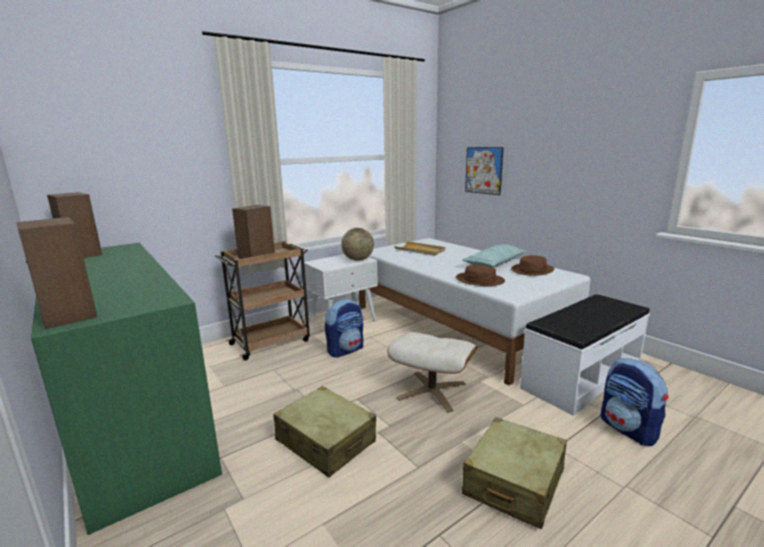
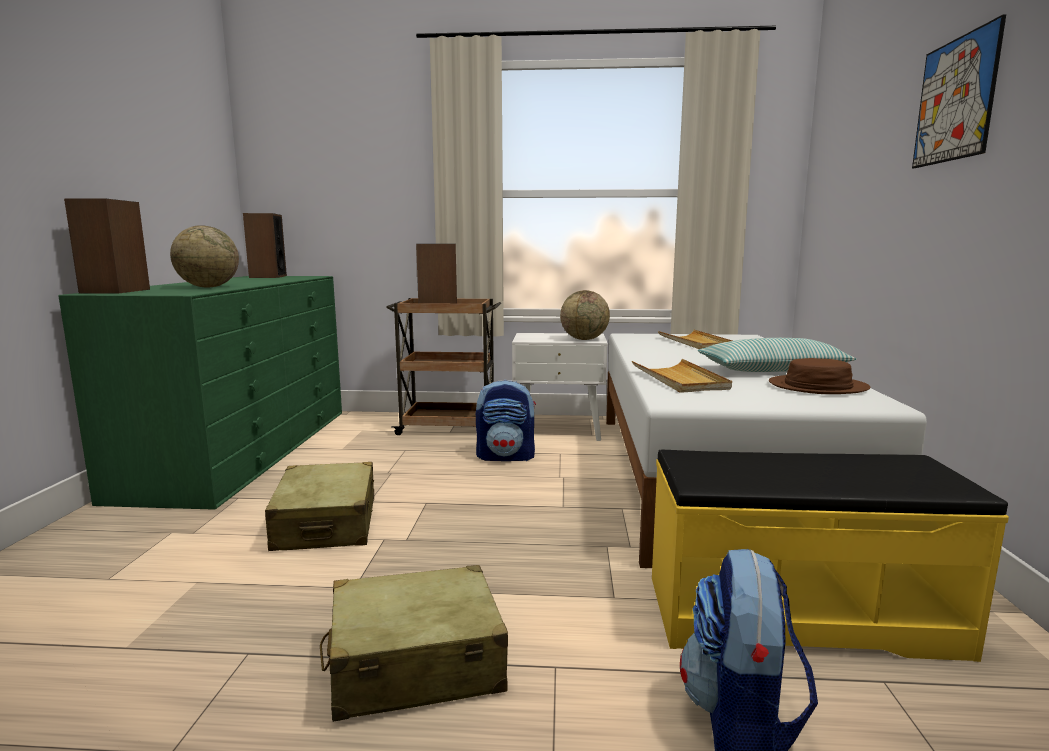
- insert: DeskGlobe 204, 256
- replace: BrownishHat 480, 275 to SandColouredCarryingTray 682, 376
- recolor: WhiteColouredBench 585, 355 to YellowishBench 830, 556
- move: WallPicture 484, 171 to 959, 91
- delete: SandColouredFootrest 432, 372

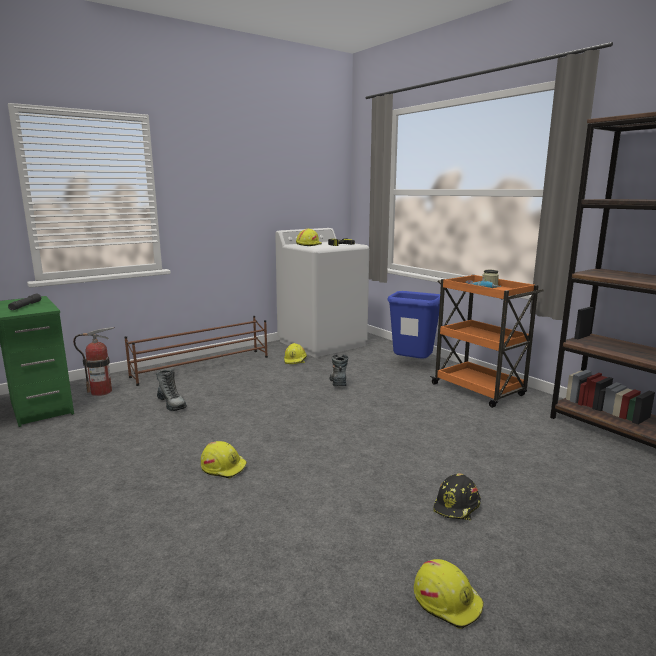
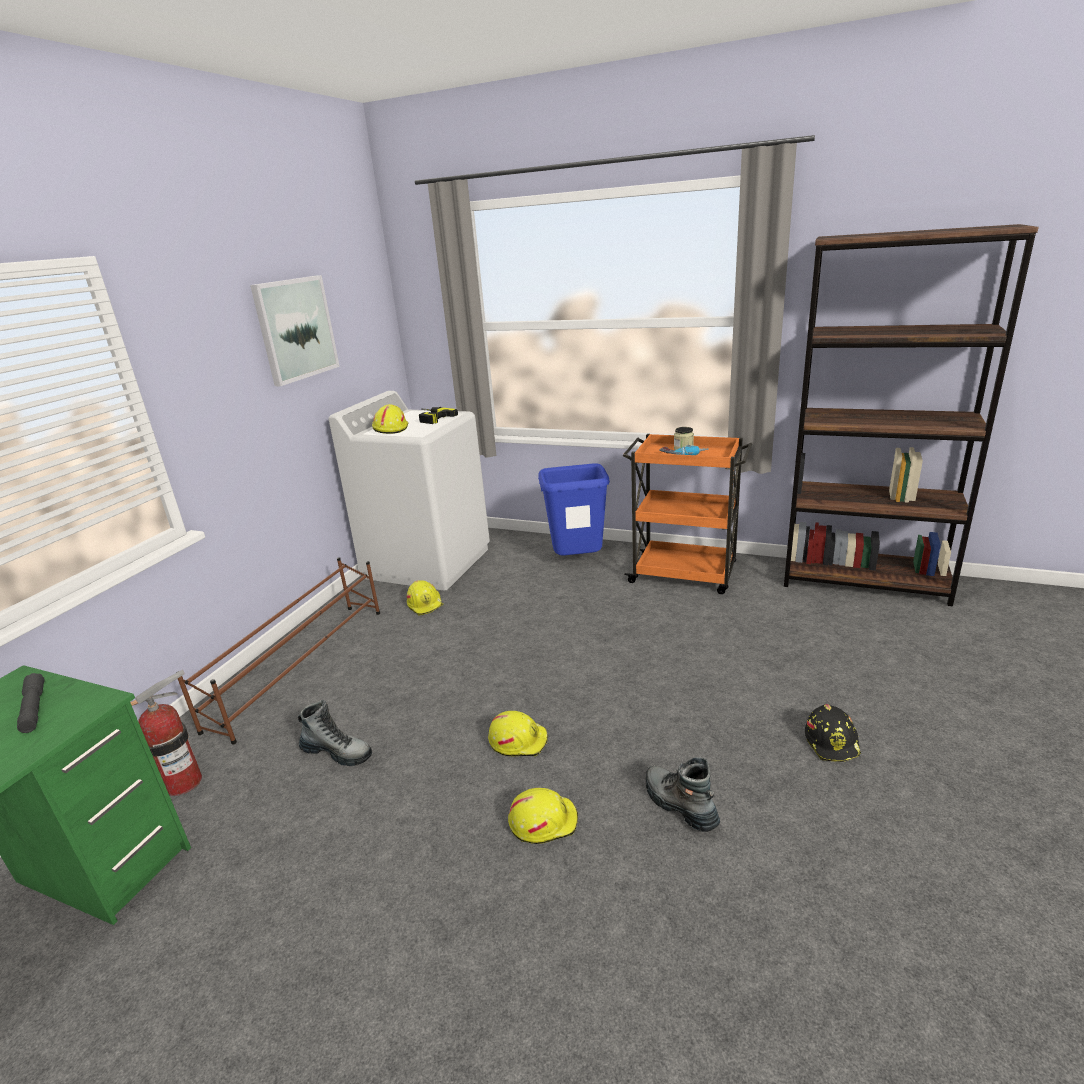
- insert: WallPicture 295, 330
- move: YellowishSafetyHelmet 449, 594 to 518, 733
- move: Boot 339, 370 to 683, 794

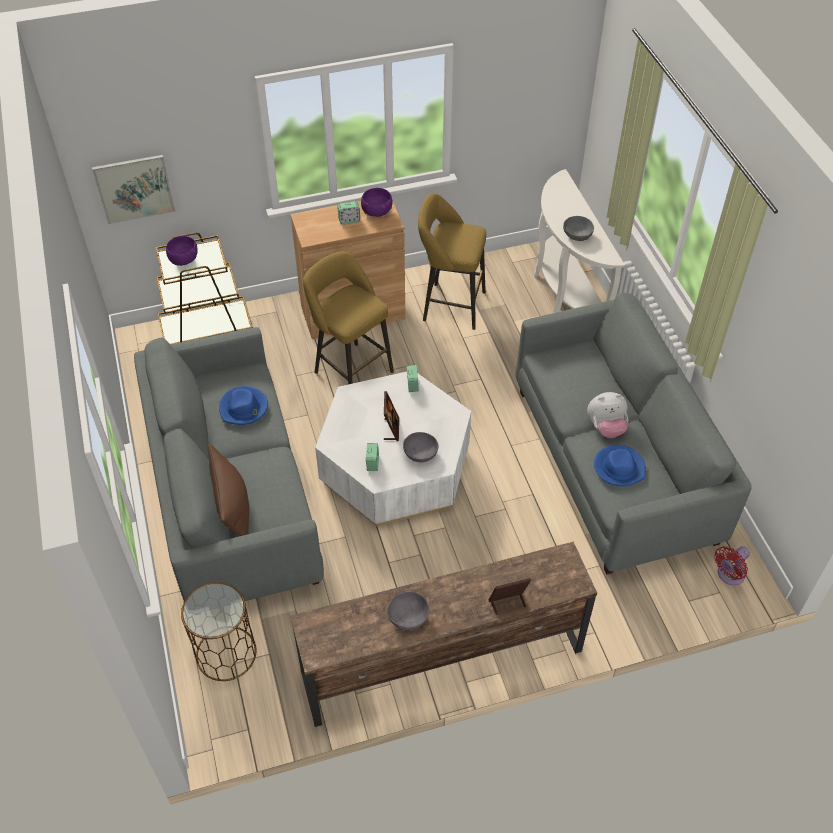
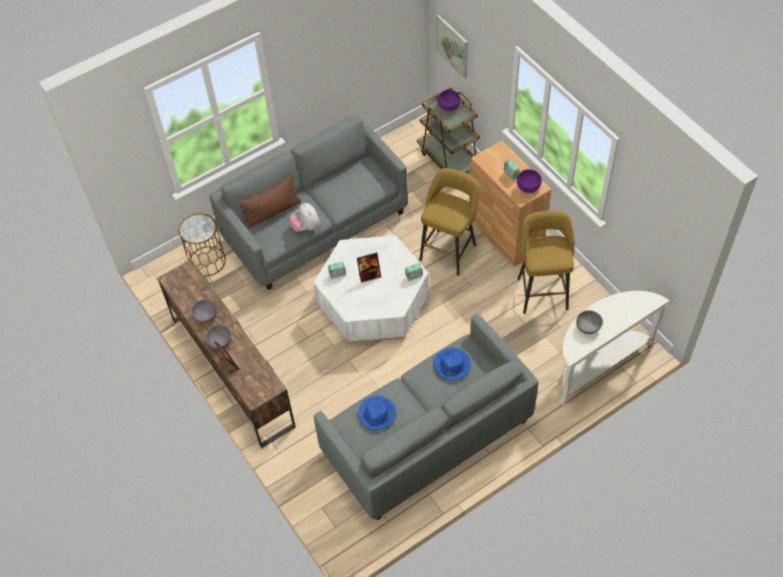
- move: GreyishDeepDish 421, 447 to 218, 337
- move: SoftToy 607, 415 to 304, 217
- move: BluishHat 243, 405 to 452, 364
- delete: ReddishElectricFan 732, 565

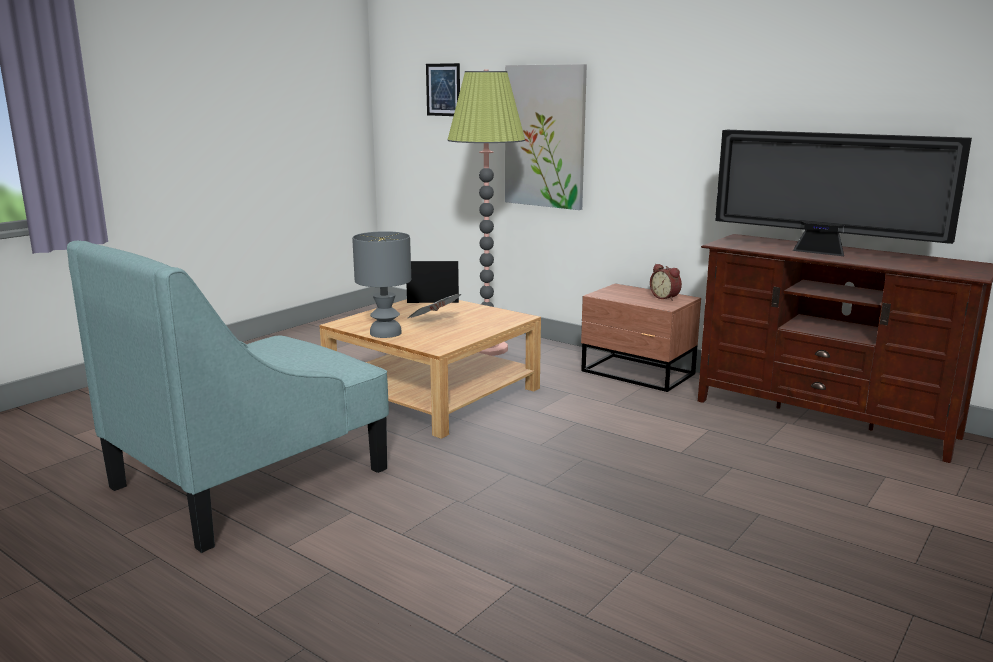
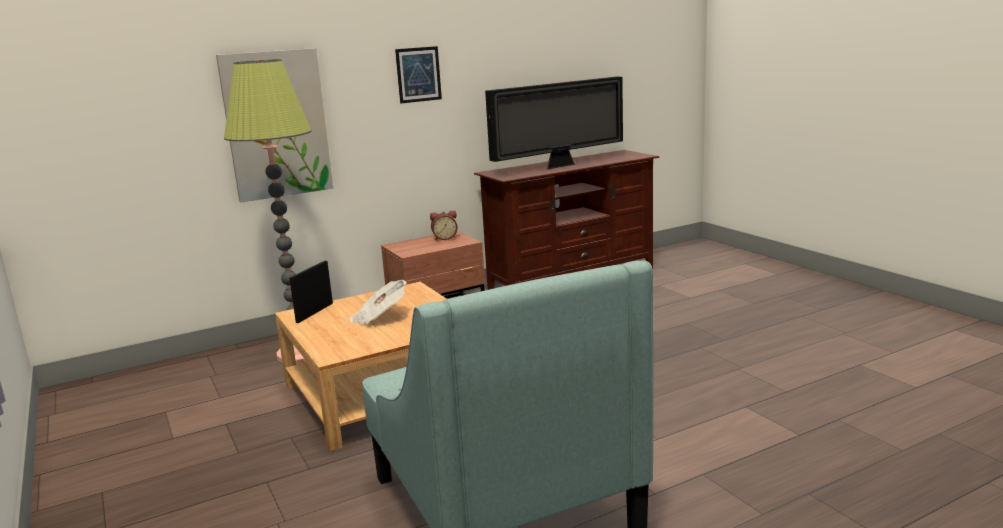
- move: WallPicture 443, 89 to 418, 74
- delete: GreyishTabletopLamp 381, 284

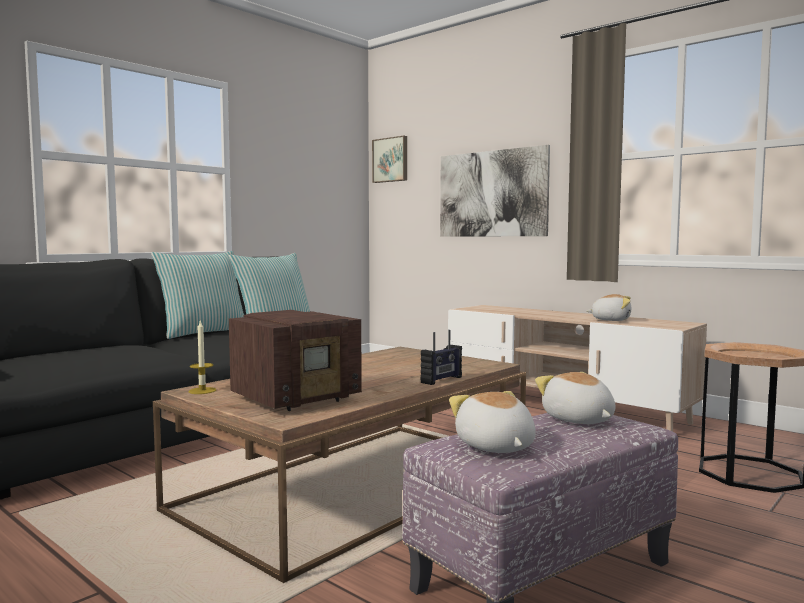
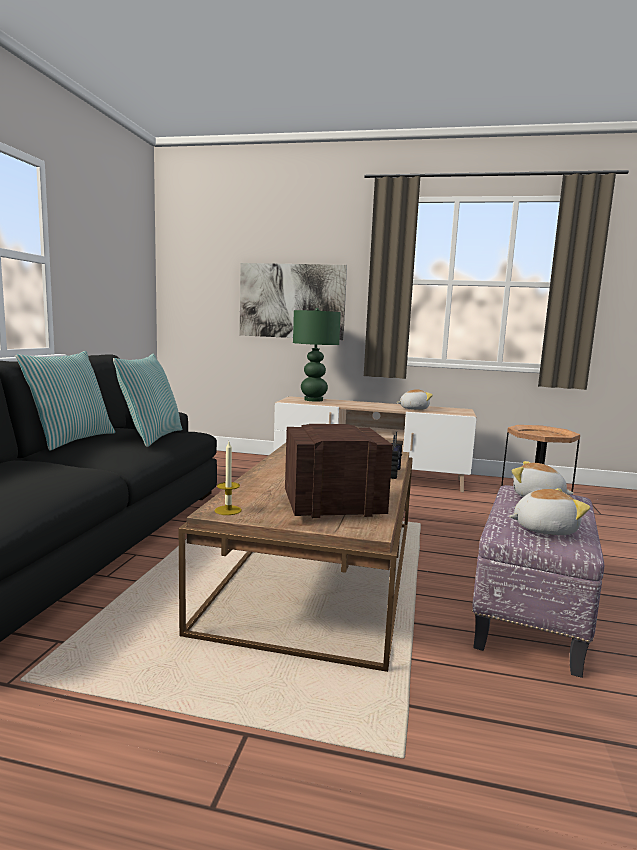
- rotate: RadioReceiver 295, 360 = 339, 471 120 degrees counterclockwise
- insert: GreenishTabletopLamp 317, 355
- rotate: SoftToy 492, 422 = 549, 511 135 degrees clockwise
- delete: WallPicture 389, 159

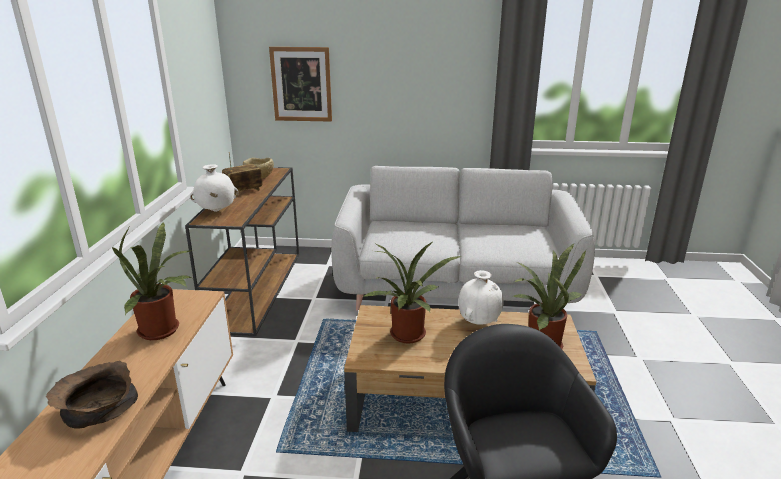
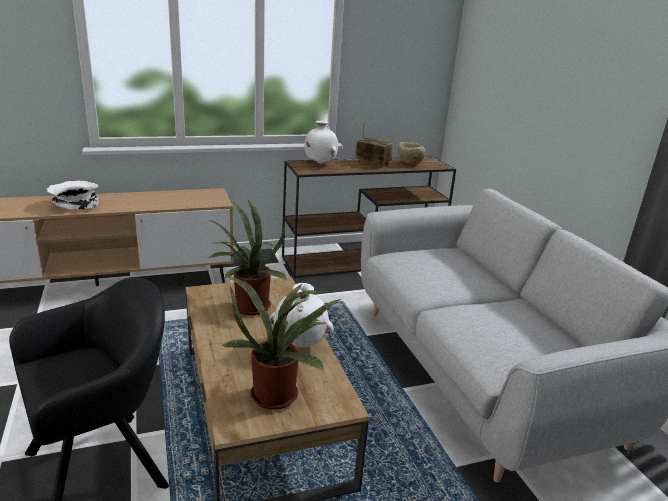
- recolor: BrownishDeepDish 92, 395 to WhiteColouredDeepDish 73, 195
- delete: PlantInAPot 151, 281
- delete: WallPicture 300, 84

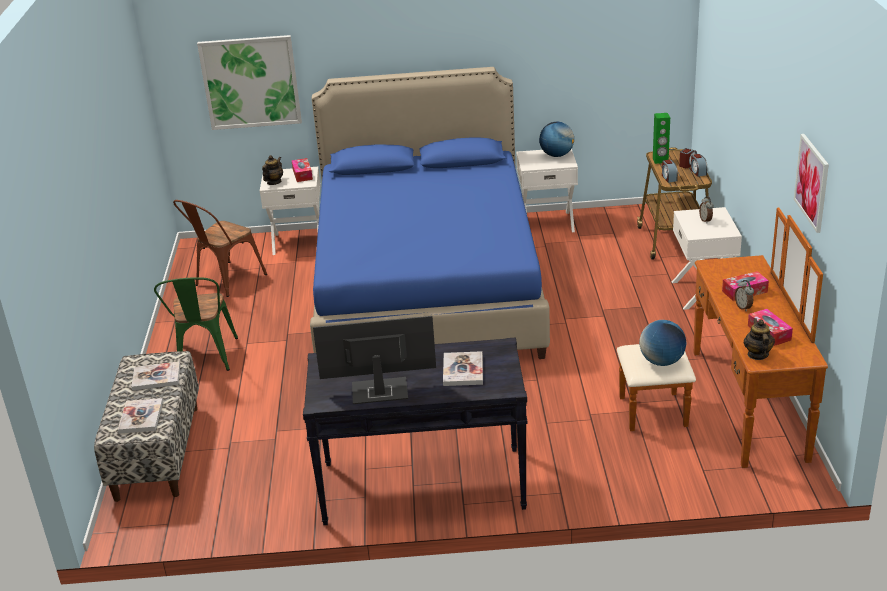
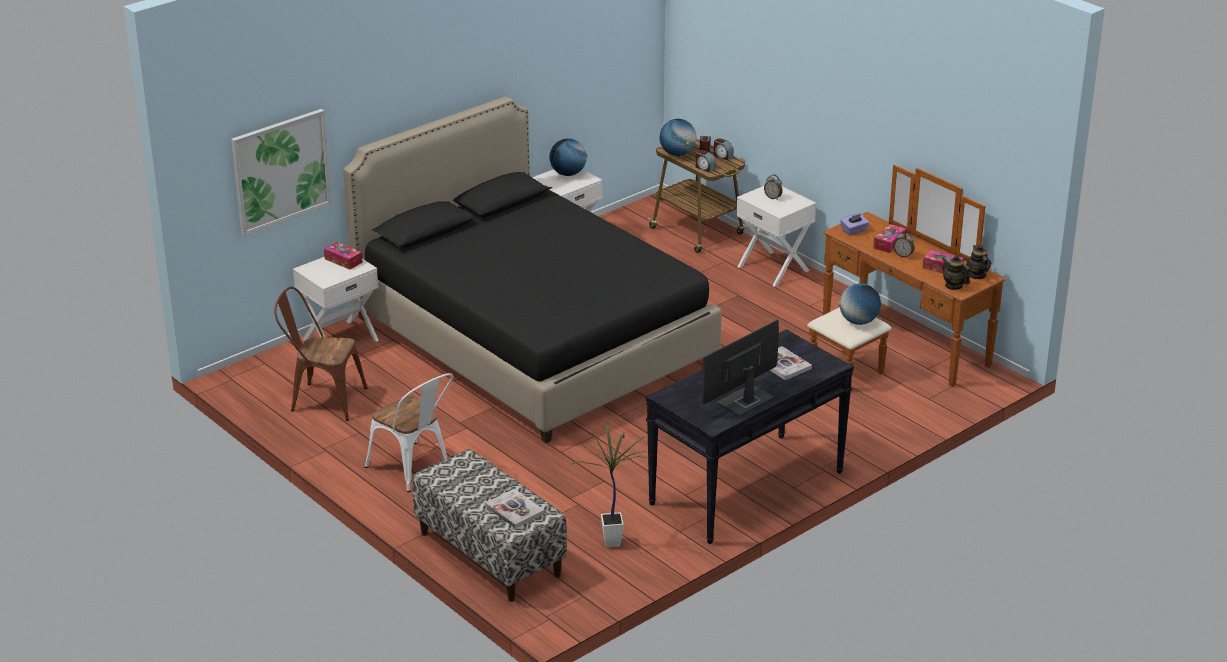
- rotate: BrownishPlainChair 220, 248 = 321, 354 105 degrees clockwise
- recolor: BluishSleepingBed 430, 213 to BlackishSleepingBed 532, 270
- recolor: GreenishPlainChair 196, 324 to WhiteColouredPlainChair 409, 432
- insert: PlantInAPot 609, 484
- replace: GreenishSpeaker 661, 138 to DeskGlobe 678, 137
- insert: PurpleColouredBoxOfTissues 854, 224
- move: PotForTea 272, 170 to 978, 262
- delete: Book 155, 376
- delete: WallPicture 811, 183

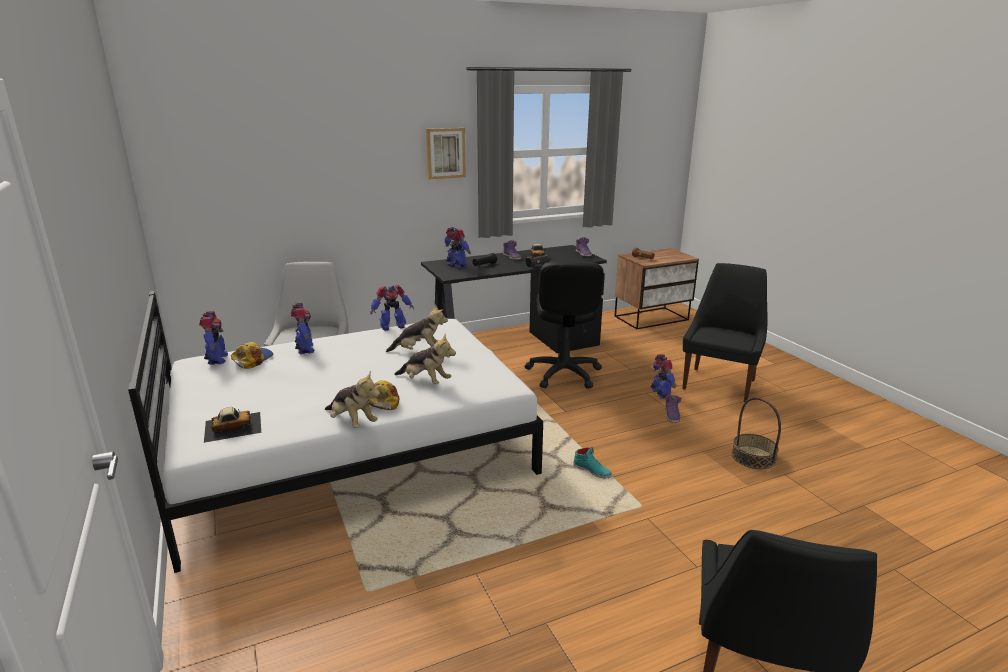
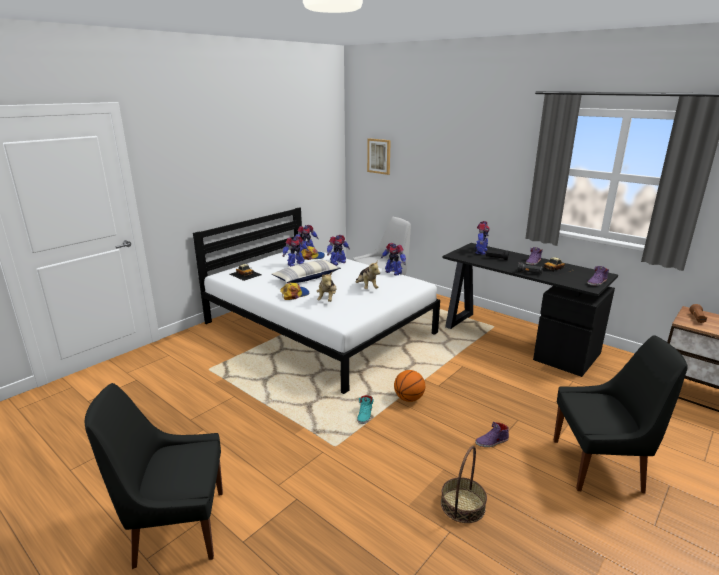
- insert: Cushion 306, 271
- move: ModelRobot 663, 376 to 296, 251
- move: WallPicture 446, 153 to 379, 156
- insert: BasketballBall 409, 386
- delete: SoftToy 352, 399
- delete: BlackishComputerChair 564, 325

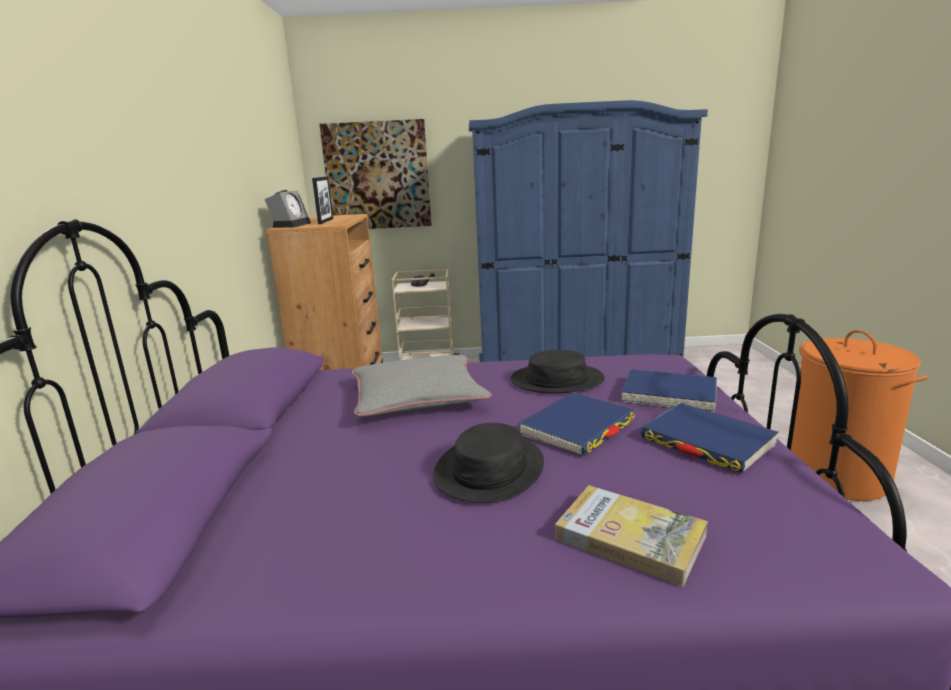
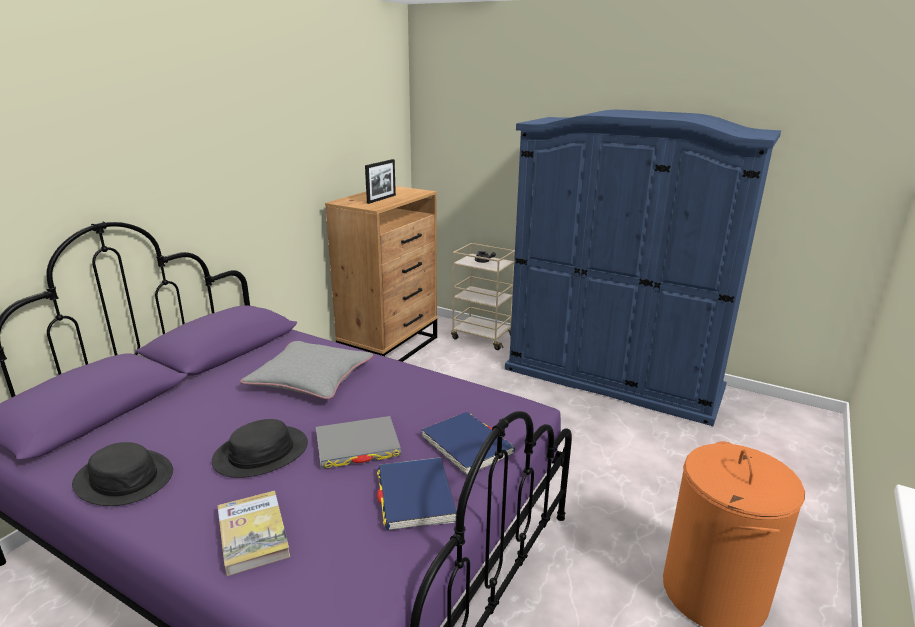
- move: BlackishHat 558, 372 to 122, 474
- recolor: BluishBook 577, 424 to GreyishBook 358, 442
- delete: TableClock 287, 209
- delete: WallPicture 375, 174

